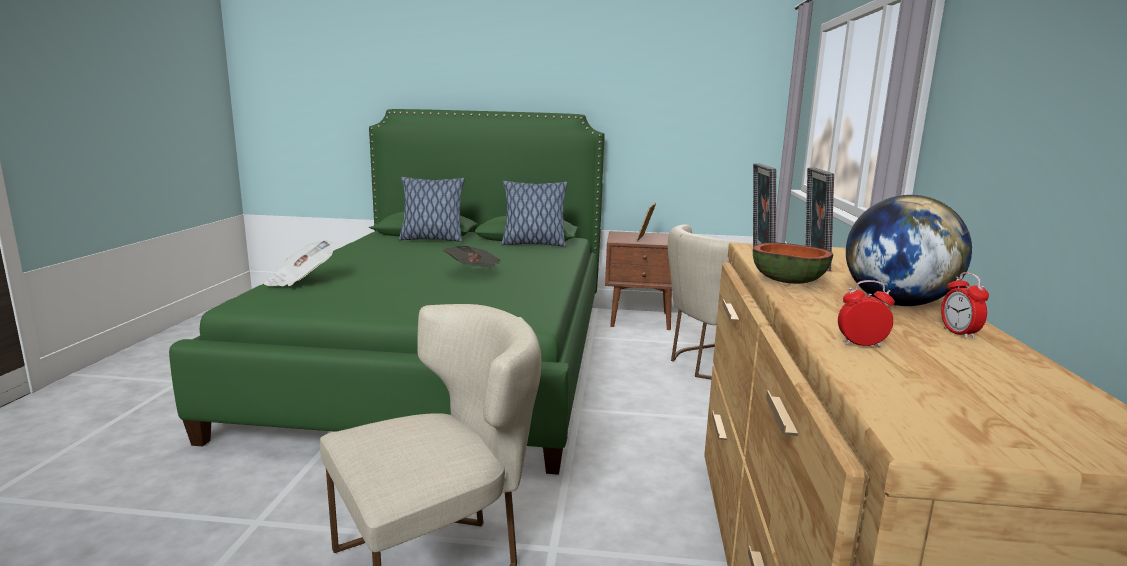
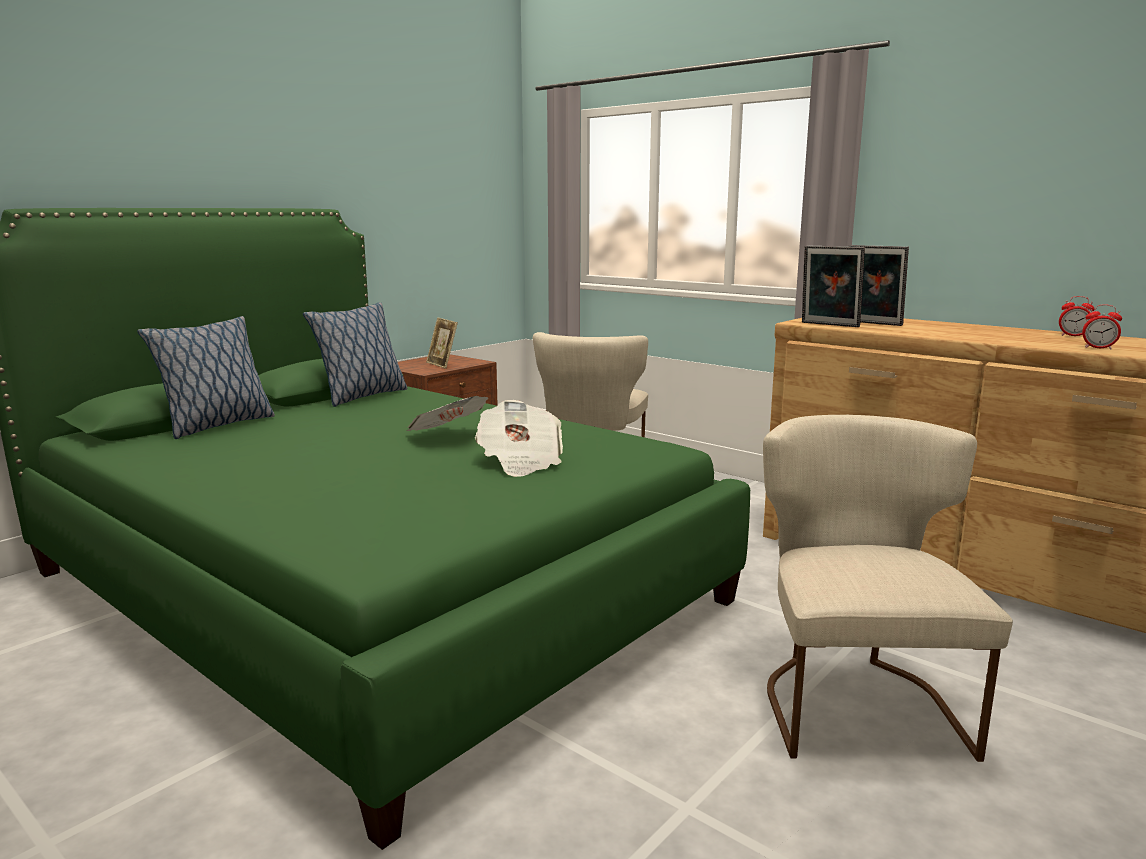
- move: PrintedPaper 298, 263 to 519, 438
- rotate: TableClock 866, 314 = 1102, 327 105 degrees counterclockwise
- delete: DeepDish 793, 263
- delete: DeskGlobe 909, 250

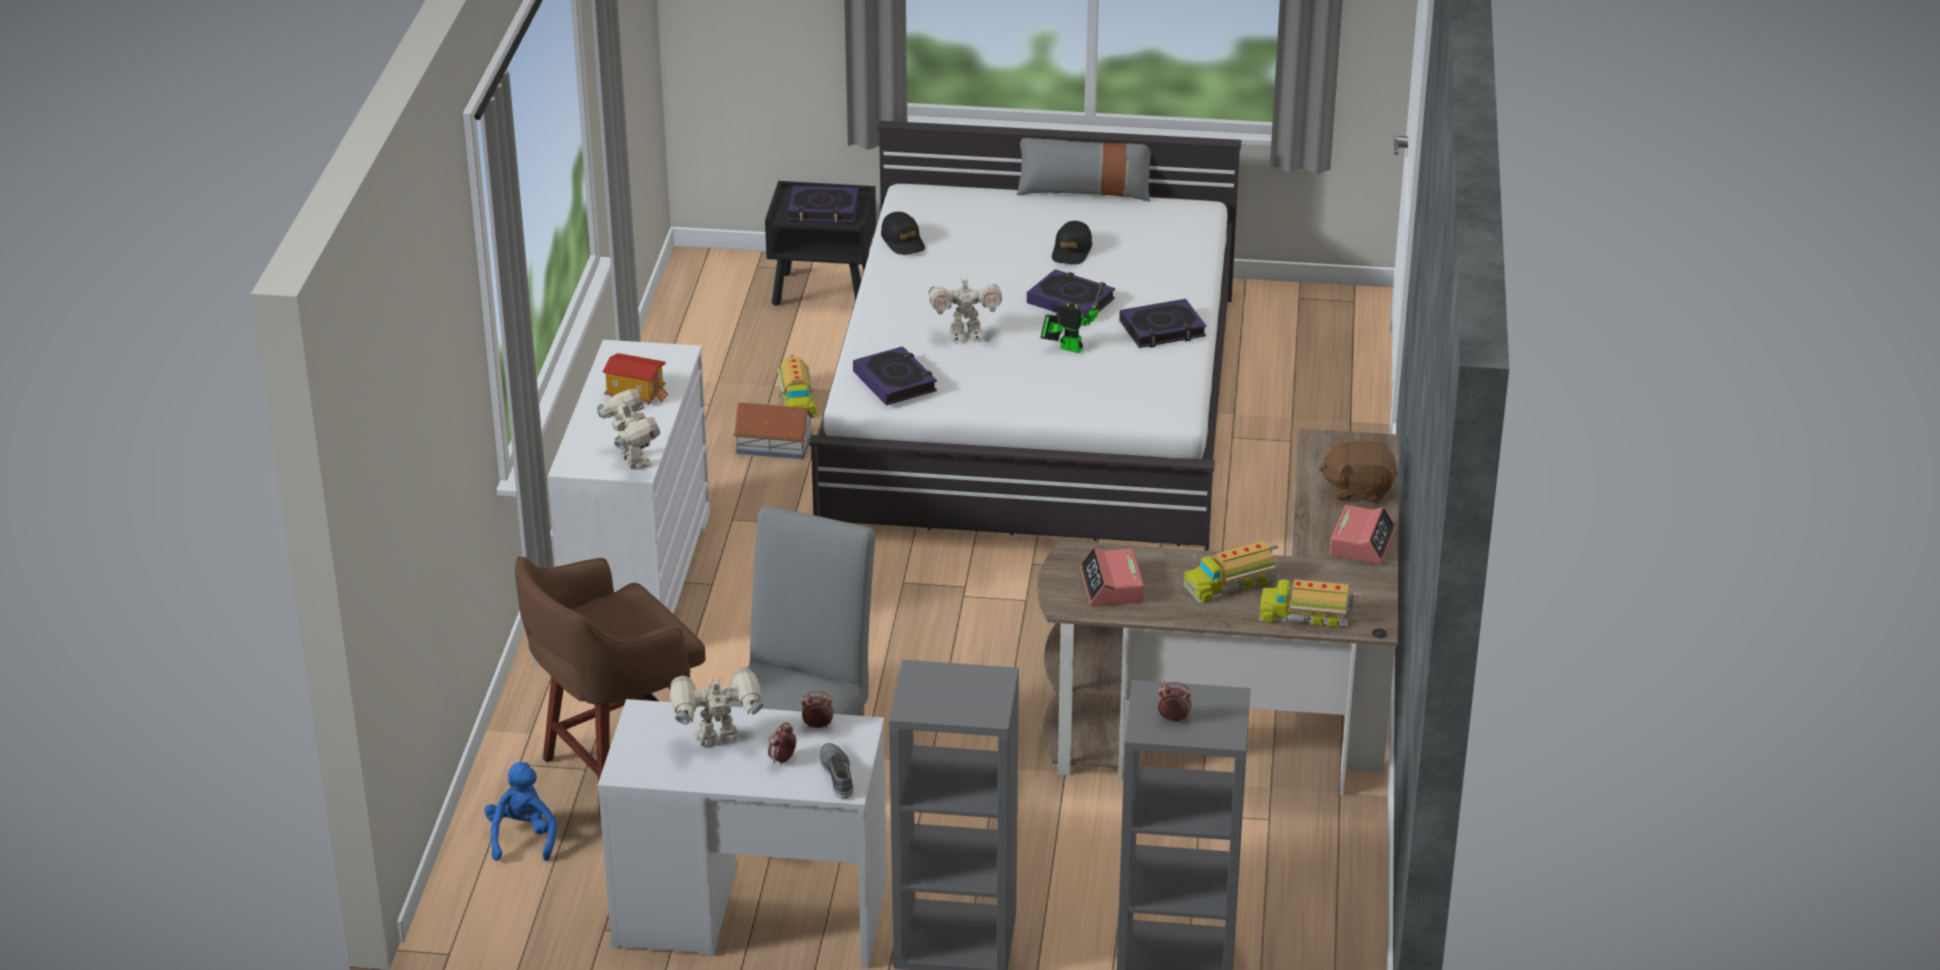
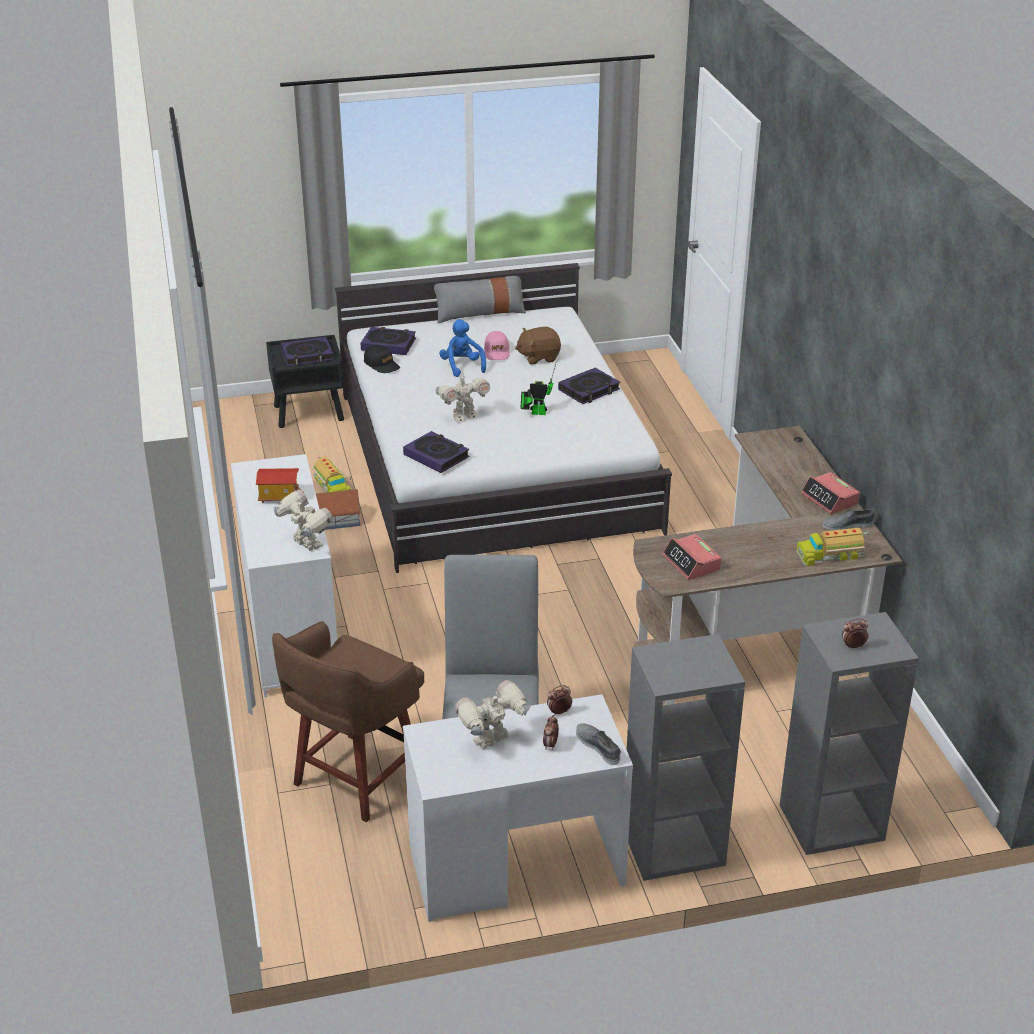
- move: Book 1071, 293 to 388, 341
- move: BluishSoftToy 520, 811 to 462, 348
- recolor: BlackishPeakedCap 1072, 242 to PinkColouredPeakedCap 497, 345
- move: BrownishSoftToy 1358, 469 to 538, 346
- rotate: TableClock 1362, 534 = 830, 493 150 degrees clockwise
- insert: GreyishLowShoe 848, 520
- delete: ToyLorry 1231, 572

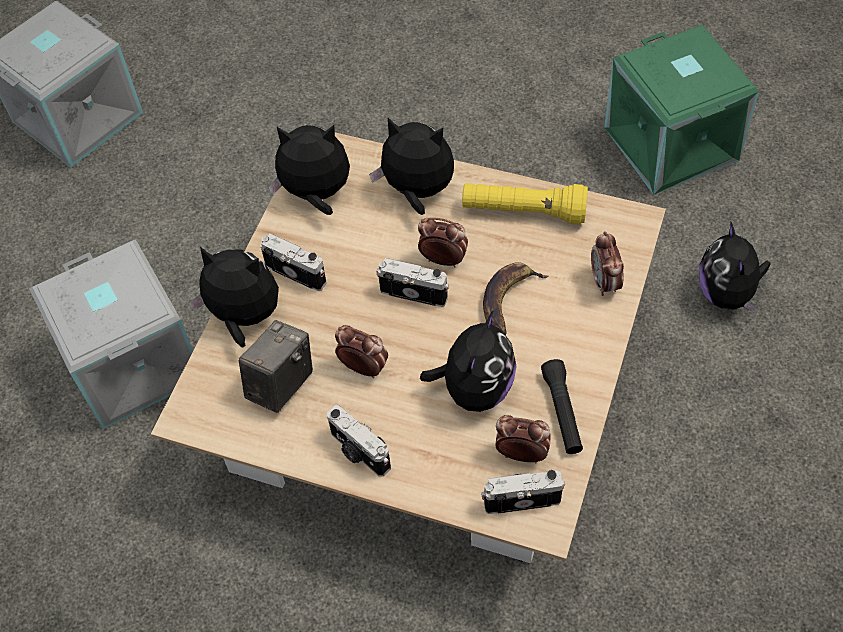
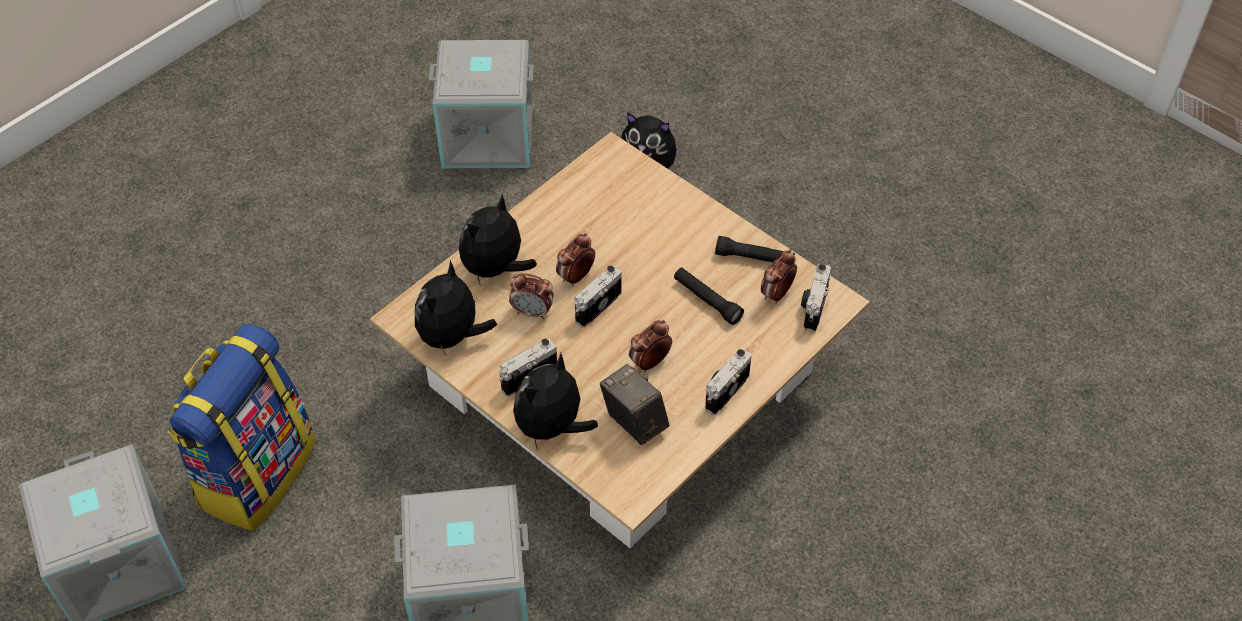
- insert: Rucksack 242, 427
- recolor: GreenishStorageBox 681, 110 to GreyishStorageBox 481, 104
- move: TableClock 607, 263 to 531, 296
- replace: SoftToy 468, 361 to BlackishTorch 709, 296
- rotate: StillCamera 359, 440 = 728, 382 150 degrees clockwise
- delete: YellowishTorch 525, 204
- delete: Banana 515, 298

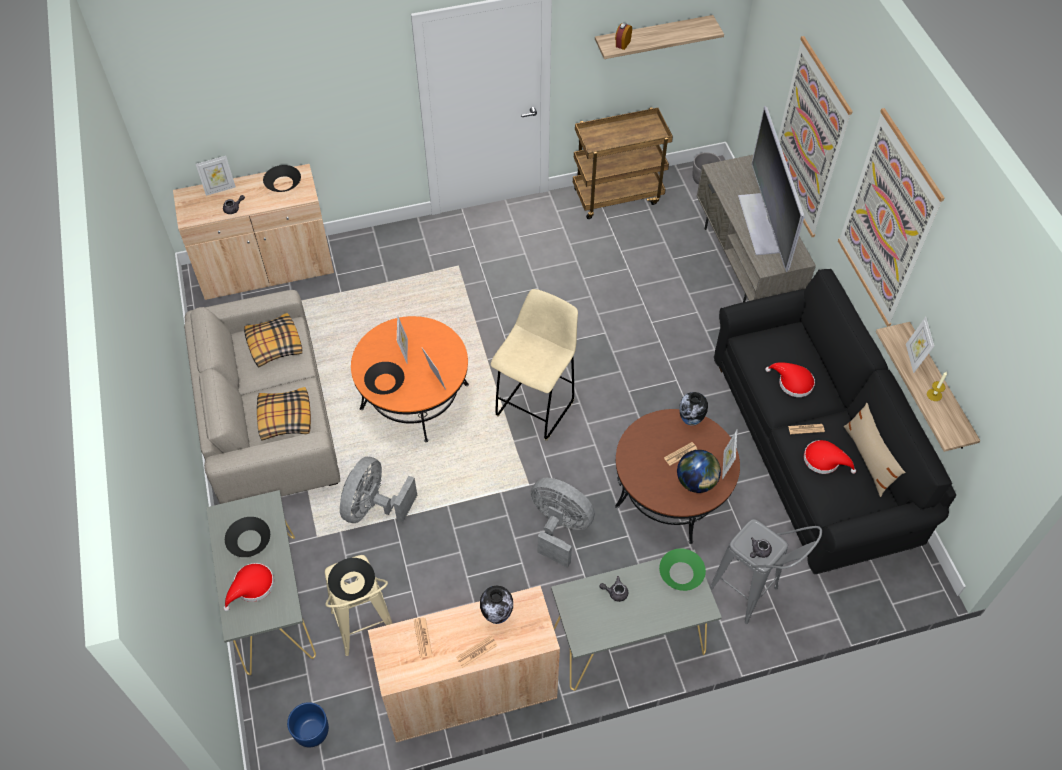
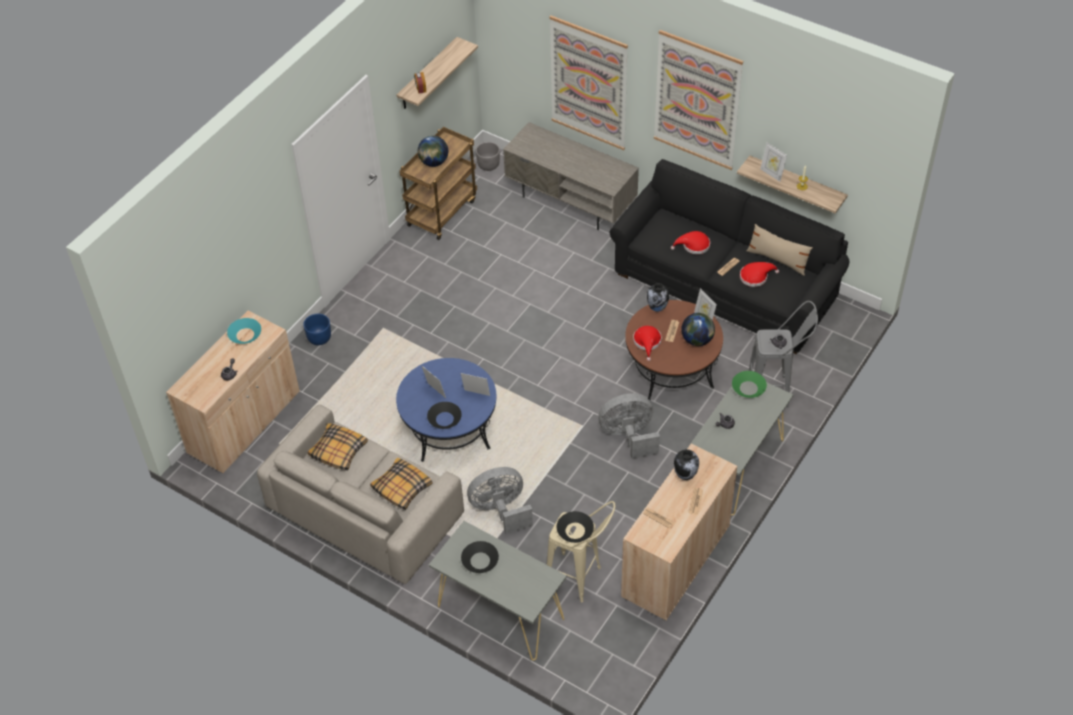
- recolor: BlackishDeepDish 282, 178 to TurquoiseDeepDish 244, 331
- move: BluishPlantPot 308, 725 to 317, 329
- recolor: OrangeColouredCoffeeTable 410, 379 to BluishCoffeeTable 446, 410
- insert: DeskGlobe 433, 151
- rotate: GreyishElectricFan 378, 490 = 500, 500 90 degrees clockwise
- move: ReddishHat 248, 587 to 647, 343
- delete: PictureFrame 216, 176
- delete: SandColouredSittingStool 534, 365
- delete: TvSet 771, 189

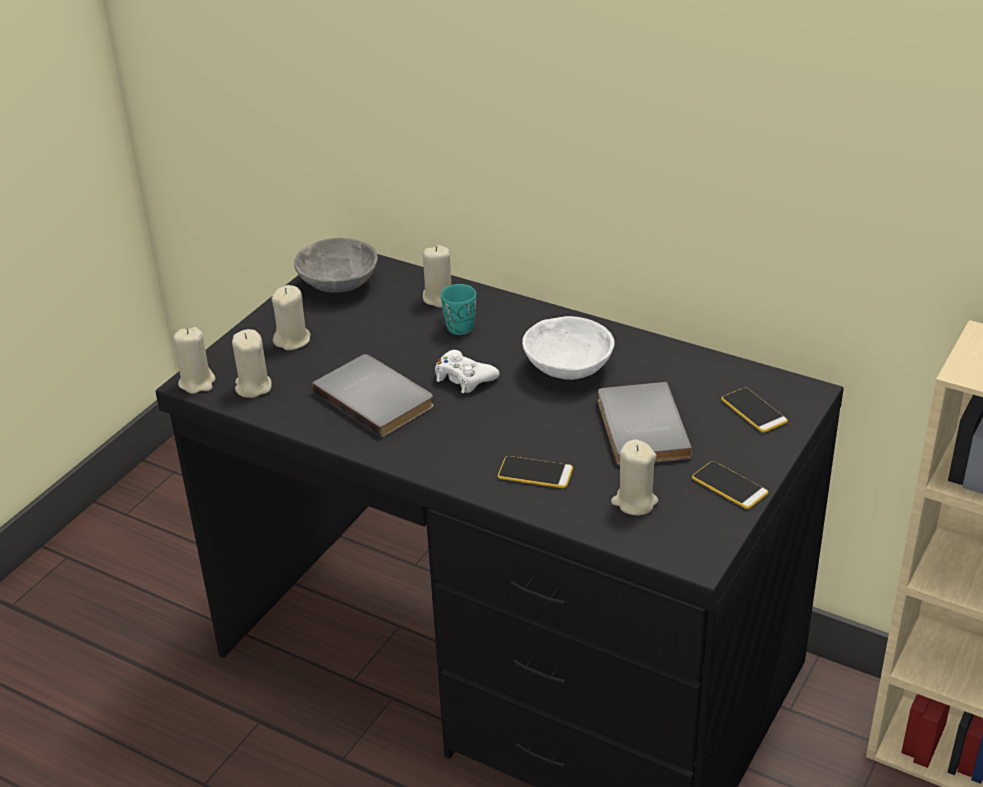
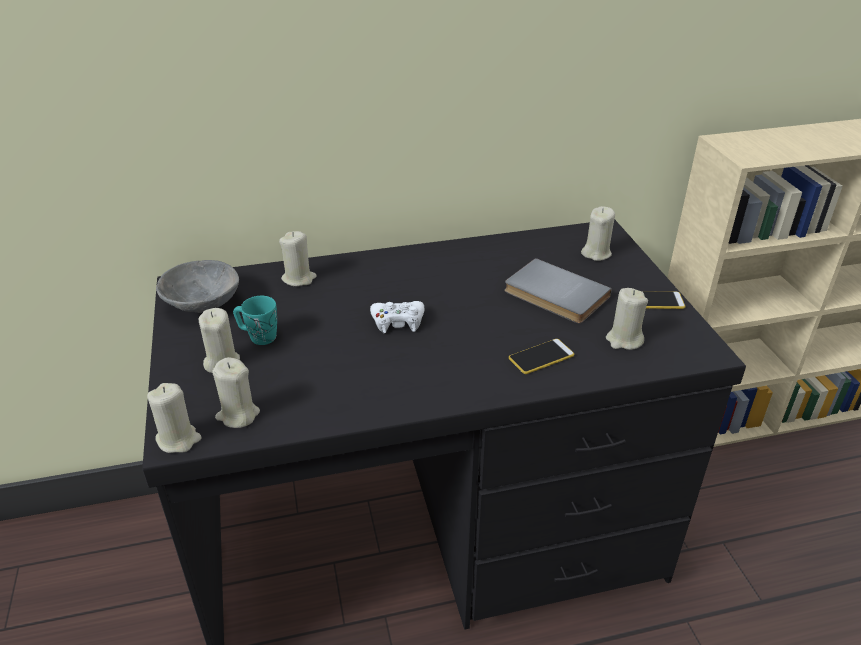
- move: TurquoiseCoffeeMug 458, 309 to 255, 320
- replace: Phone 754, 410 to SandColouredCandle 598, 233
- delete: GreyishBook 373, 396
- delete: WhiteColouredDeepDish 568, 348

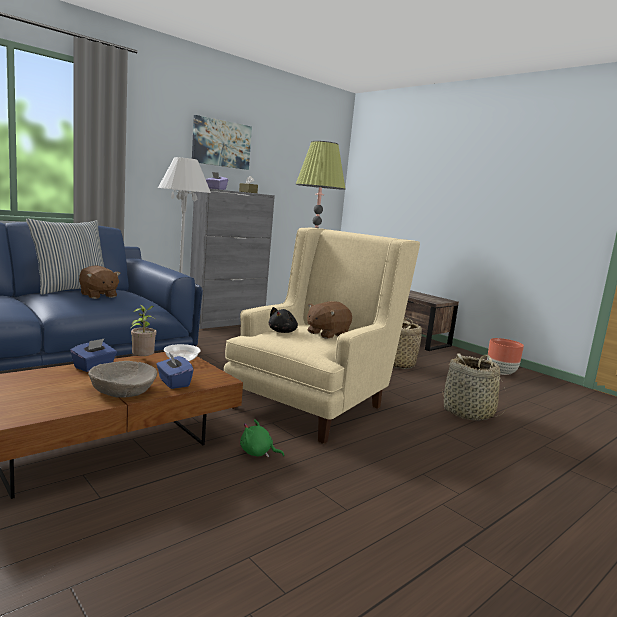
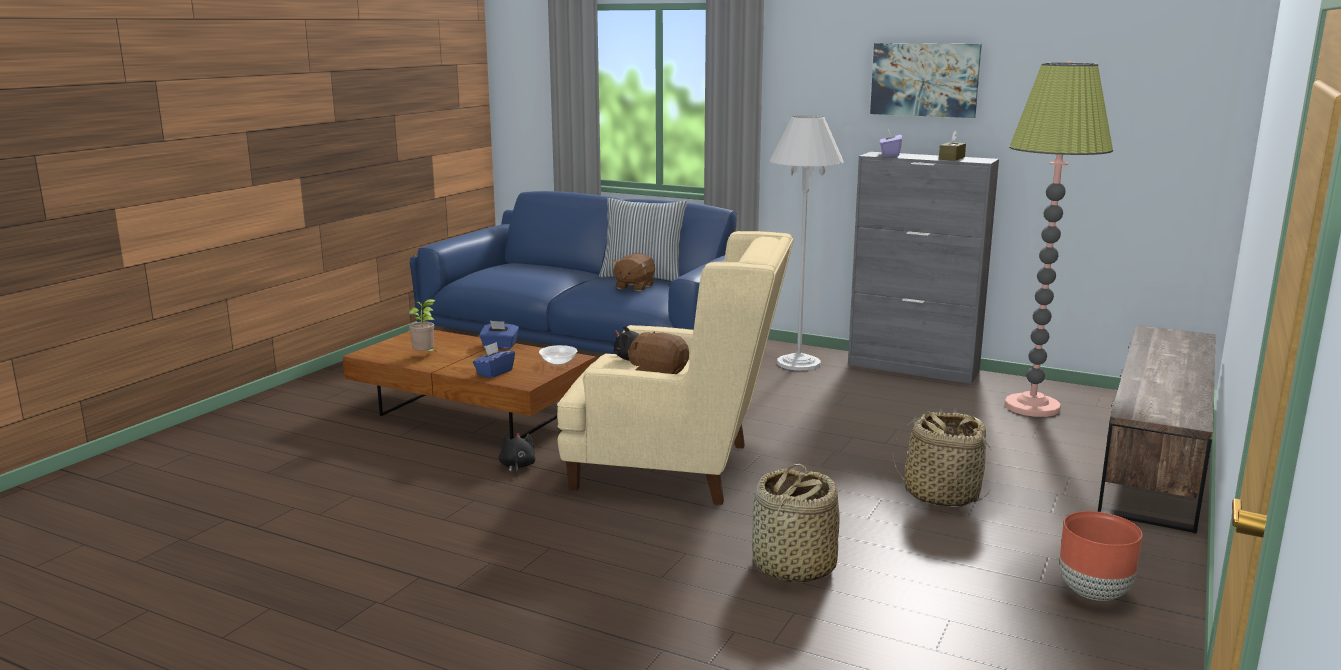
- move: PlantInAPot 144, 330 to 422, 325
- recolor: GreenishSoftToy 262, 438 to BlackishSoftToy 517, 454
- delete: SandColouredDeepDish 122, 379

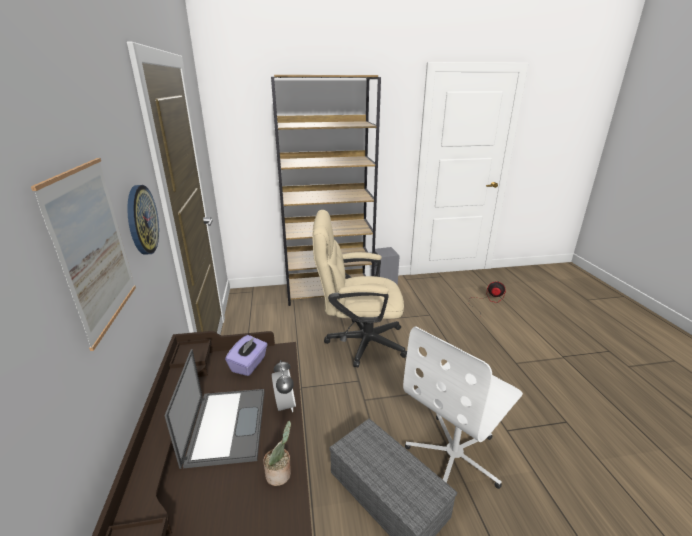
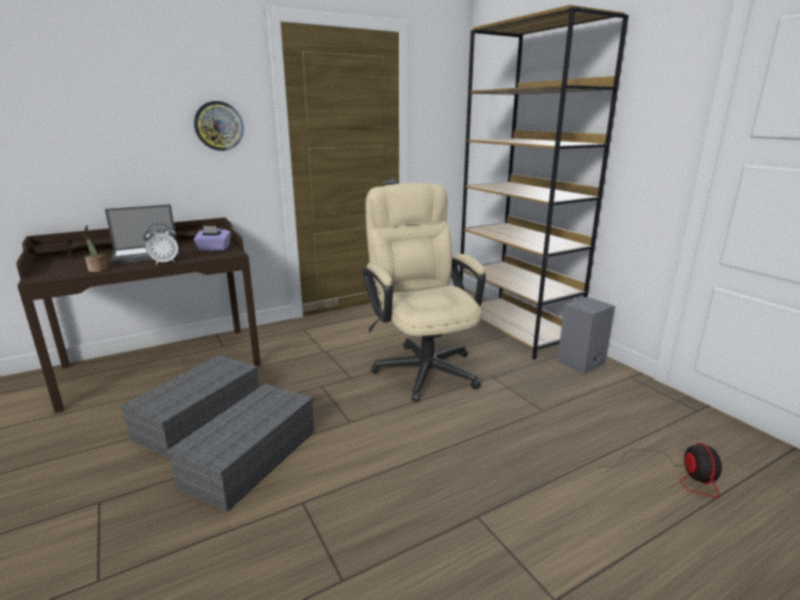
- replace: WhiteColouredComputerChair 463, 408 to GreyishStorageBox 240, 447
- delete: WallPicture 83, 254

